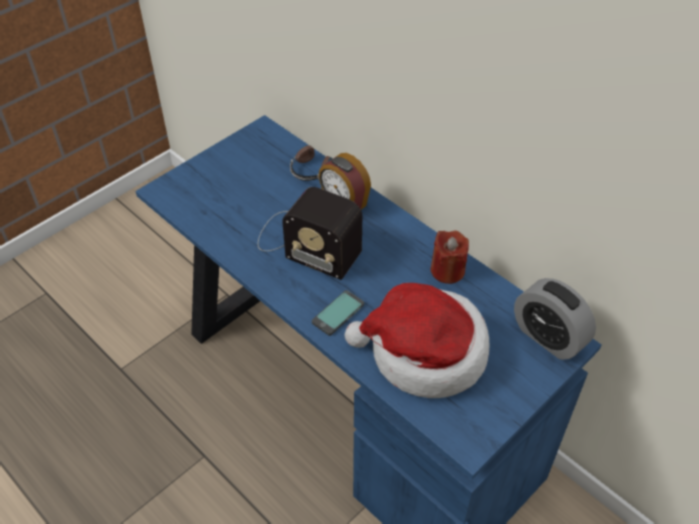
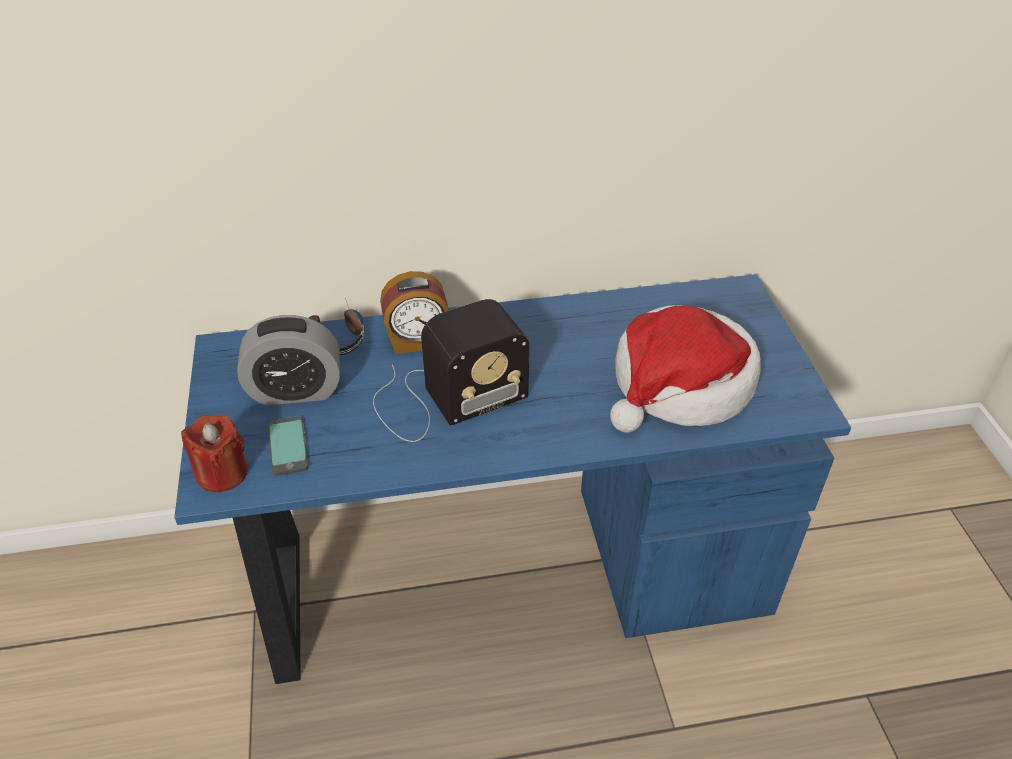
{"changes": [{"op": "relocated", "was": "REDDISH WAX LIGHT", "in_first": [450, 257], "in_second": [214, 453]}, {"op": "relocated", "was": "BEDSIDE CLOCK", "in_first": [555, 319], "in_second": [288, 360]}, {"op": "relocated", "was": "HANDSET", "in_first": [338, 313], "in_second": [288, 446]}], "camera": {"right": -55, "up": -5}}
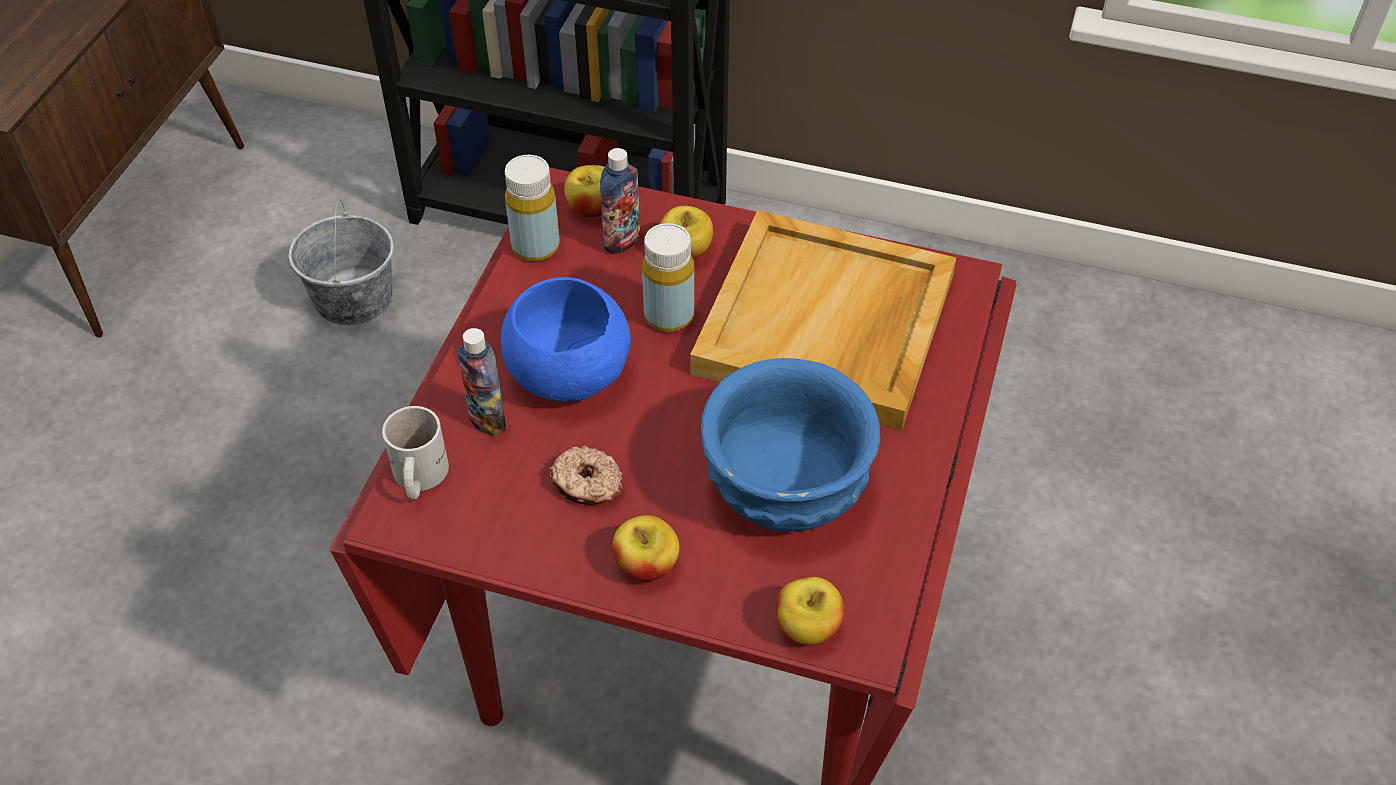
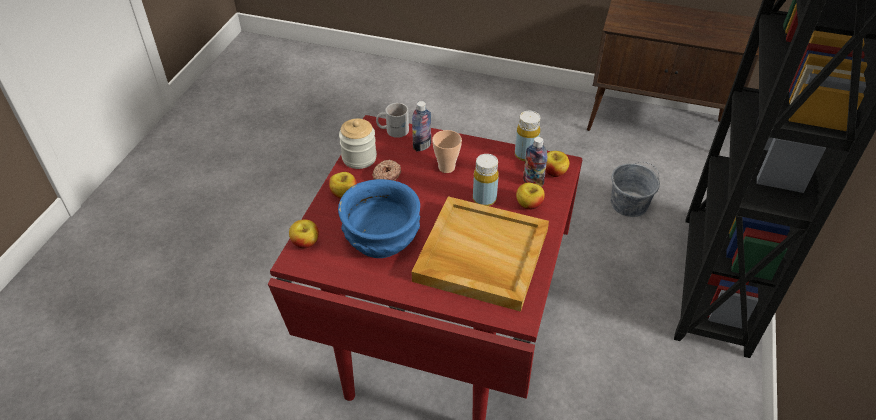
{"changes": [{"op": "exchanged", "was": "BLUE SERVING BOWL", "now": "SMALL CUP", "in_first": [566, 339], "in_second": [447, 151]}, {"op": "appeared", "now": "PRESERVE JAR", "in_second": [358, 144]}], "camera": {"right": 90, "up": -5}}
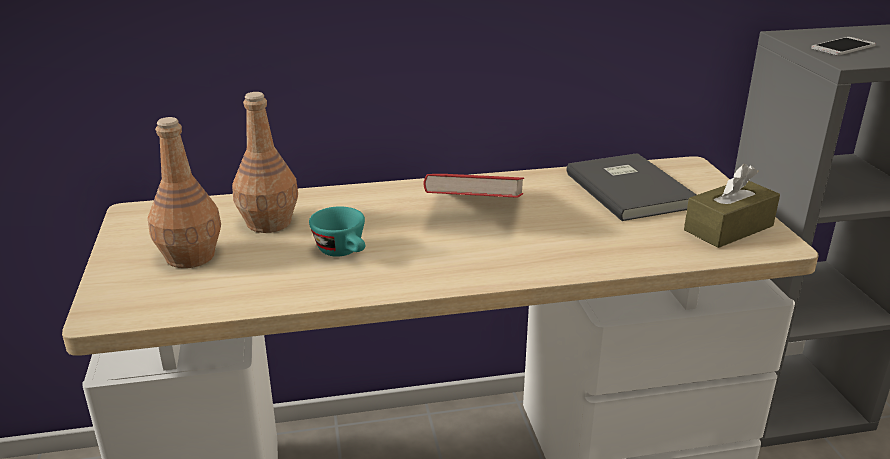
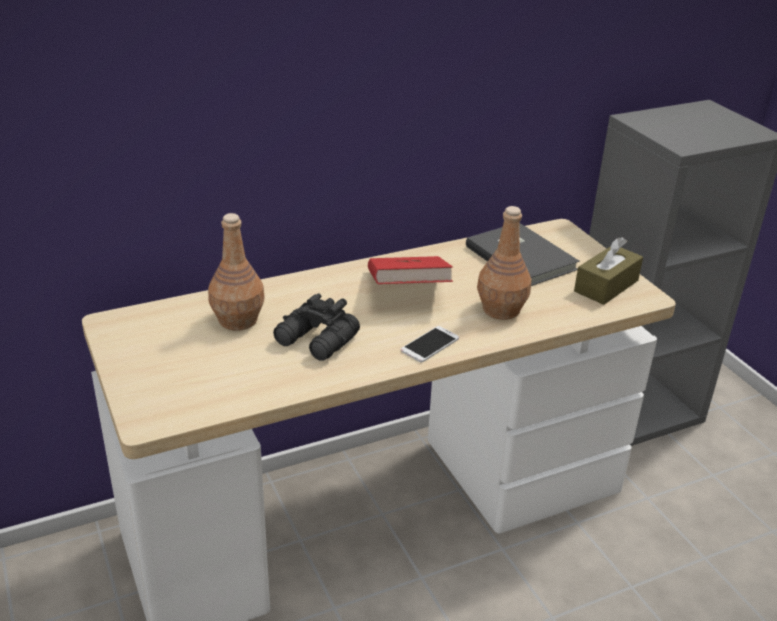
{"changes": [{"op": "relocated", "was": "HANDSET", "in_first": [843, 46], "in_second": [430, 344]}, {"op": "relocated", "was": "BROWN-COLOURED BEVERAGE BOTTLE", "in_first": [184, 192], "in_second": [504, 263]}, {"op": "exchanged", "was": "BLUE-GREEN SMALL CUP", "now": "BLACK-COLOURED BINOCULARS", "in_first": [337, 231], "in_second": [316, 327]}], "camera": {"right": -15, "up": 5}}
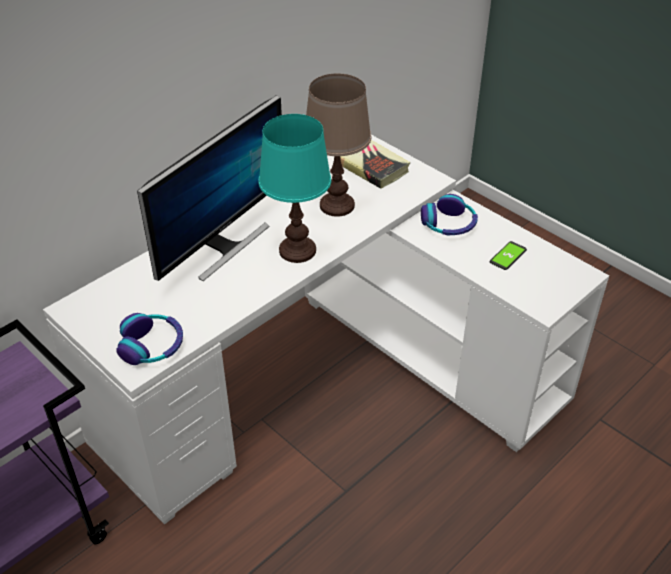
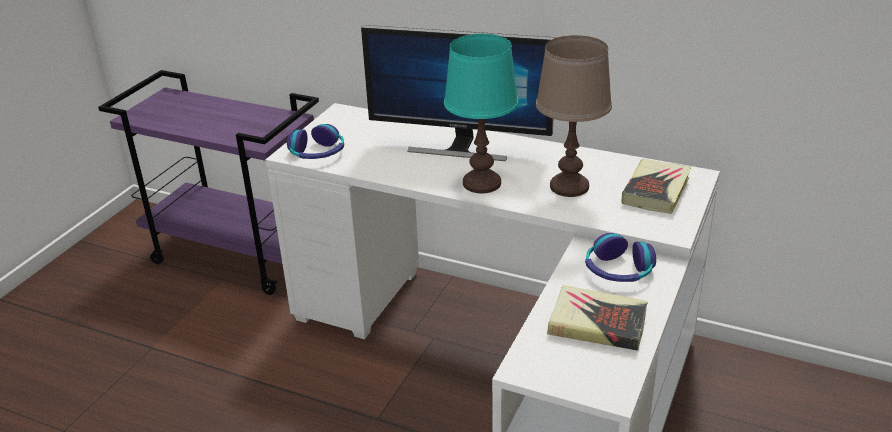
{"changes": [{"op": "exchanged", "was": "HANDSET", "now": "VOLUME", "in_first": [508, 255], "in_second": [597, 318]}], "camera": {"right": 70, "up": -10}}
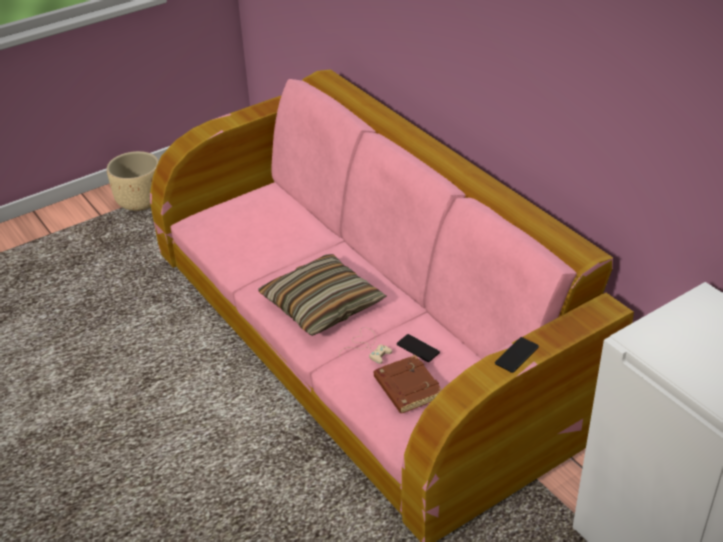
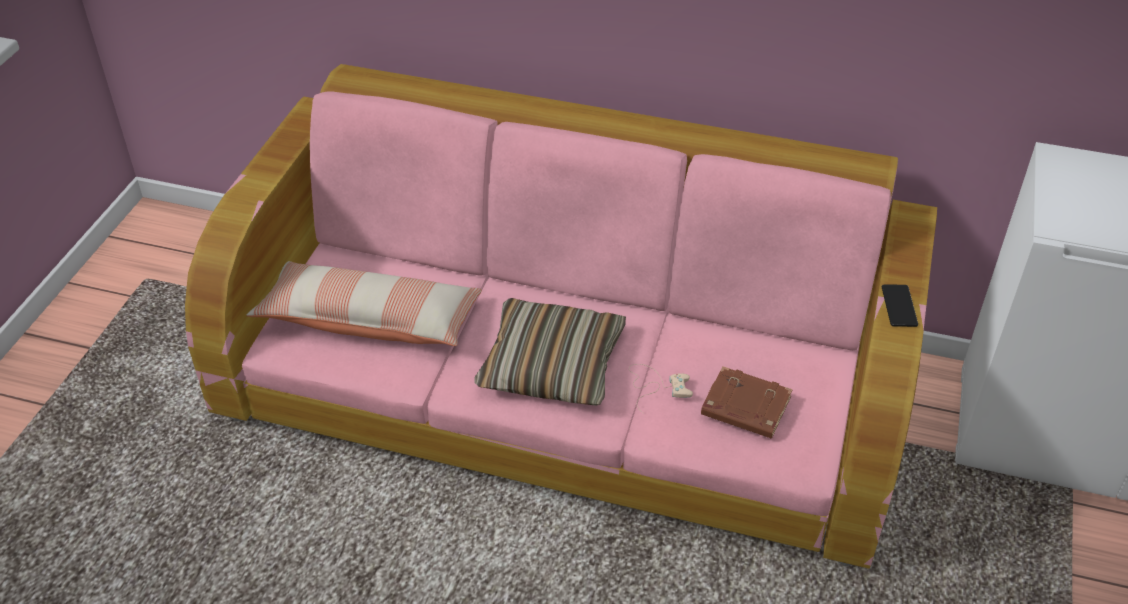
{"changes": [{"op": "missing", "was": "BEIGE FLOWER POT", "in_first": [133, 181]}, {"op": "missing", "was": "HANDSET", "in_first": [418, 348]}, {"op": "appeared", "now": "CUSHION", "in_second": [364, 303]}], "camera": {"right": -40, "up": 5}}
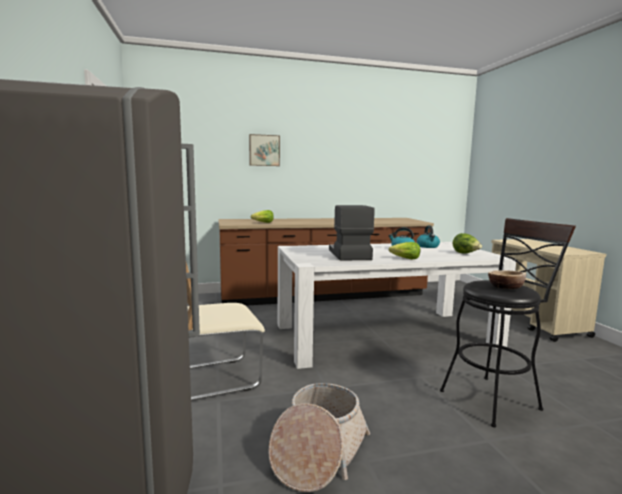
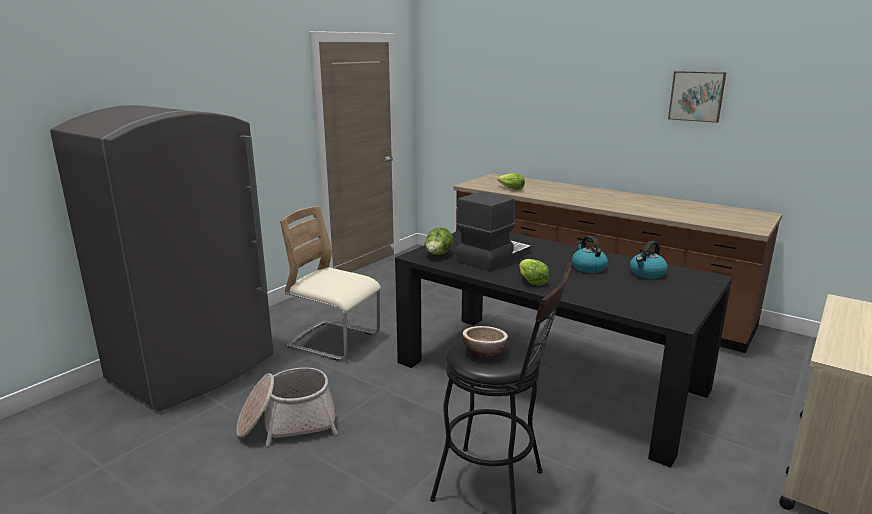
{"changes": [{"op": "relocated", "was": "PICTURE", "in_first": [264, 150], "in_second": [697, 97]}, {"op": "relocated", "was": "HEAD OF LETTUCE", "in_first": [467, 243], "in_second": [438, 241]}, {"op": "colour", "was": "WHITE-COLOURED KITCHEN TABLE", "now": "BLACK-COLOURED KITCHEN TABLE", "in_first": [397, 305], "in_second": [563, 349]}], "camera": {"right": 50, "up": 10}}
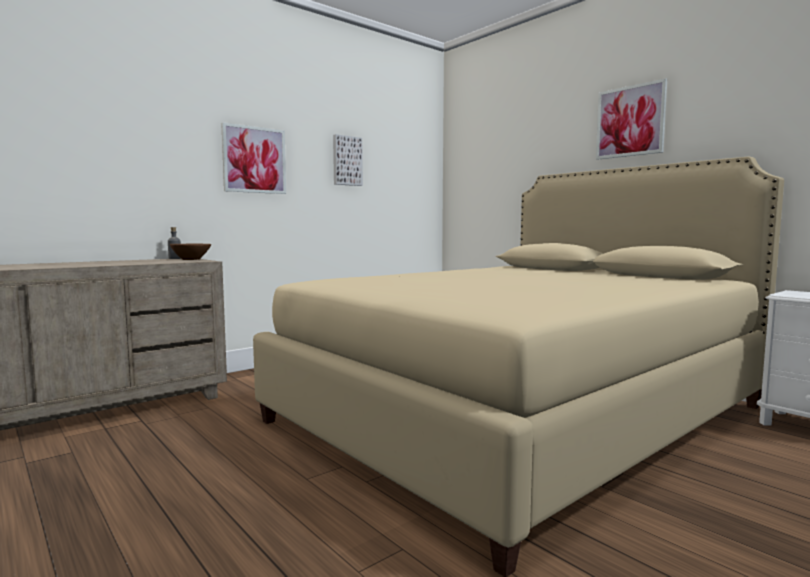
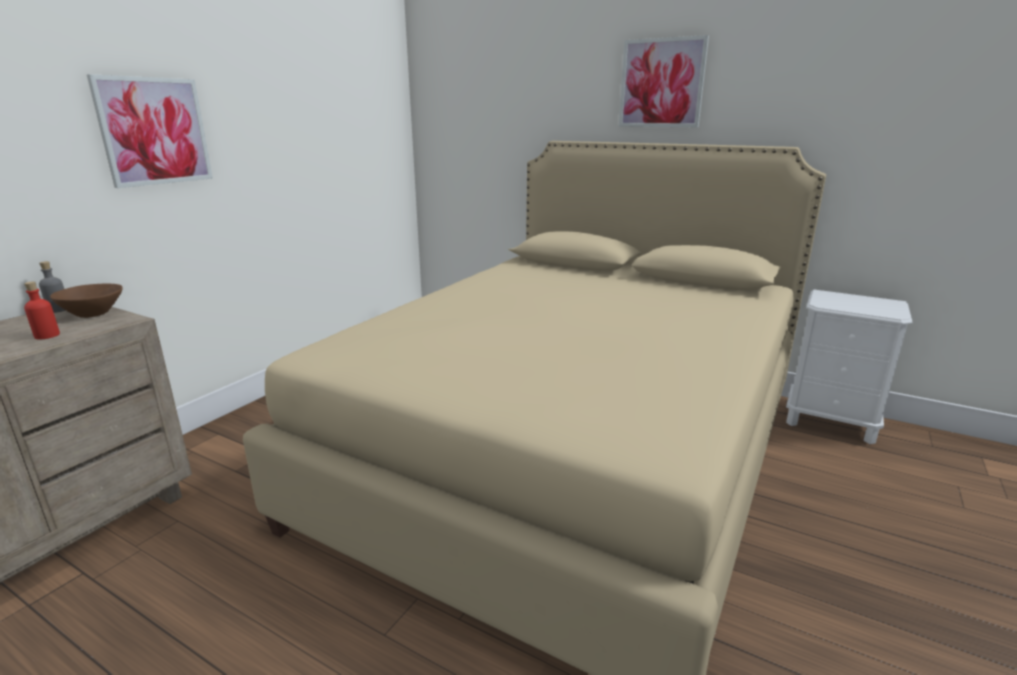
{"changes": [{"op": "missing", "was": "PICTURE", "in_first": [348, 160]}, {"op": "appeared", "now": "REDDISH BEVERAGE BOTTLE", "in_second": [42, 310]}], "camera": {"right": -20, "up": 15}}
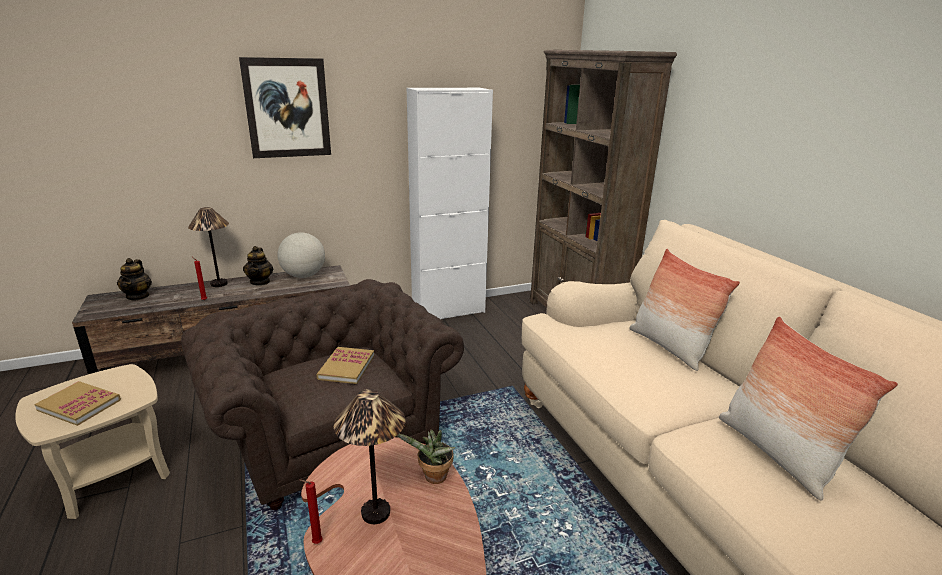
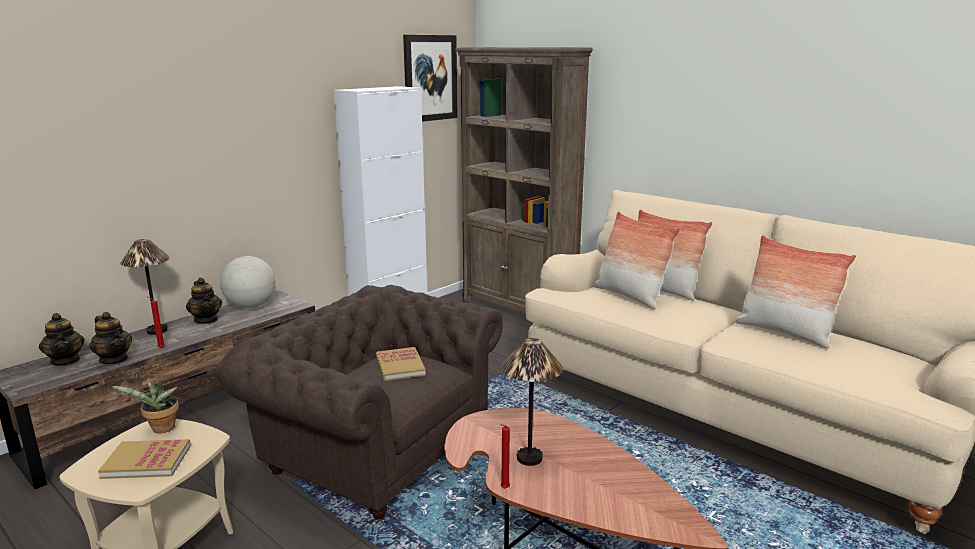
{"changes": [{"op": "relocated", "was": "PICTURE", "in_first": [285, 107], "in_second": [430, 78]}, {"op": "relocated", "was": "PLANT IN A POT", "in_first": [426, 457], "in_second": [145, 405]}, {"op": "appeared", "now": "CUSHION", "in_second": [637, 260]}, {"op": "appeared", "now": "TEA POT", "in_second": [110, 338]}], "camera": {"right": -25, "up": -5}}
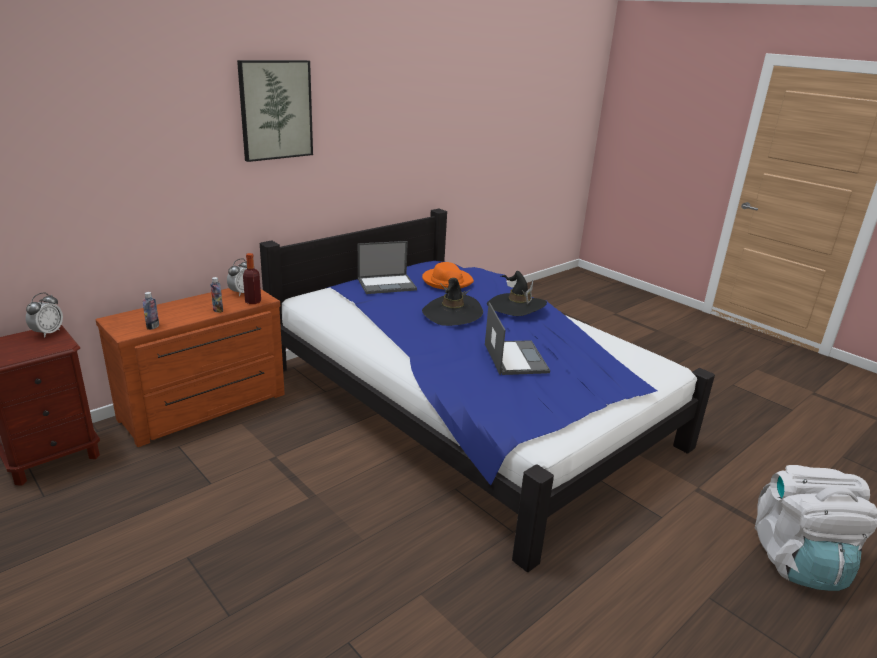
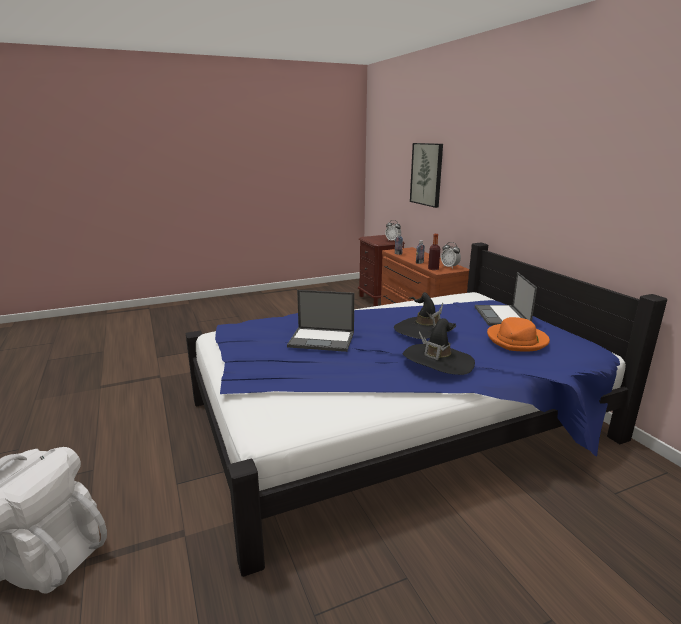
{"changes": [{"op": "relocated", "was": "PICTURE", "in_first": [275, 111], "in_second": [426, 175]}], "camera": {"right": 110, "up": -5}}
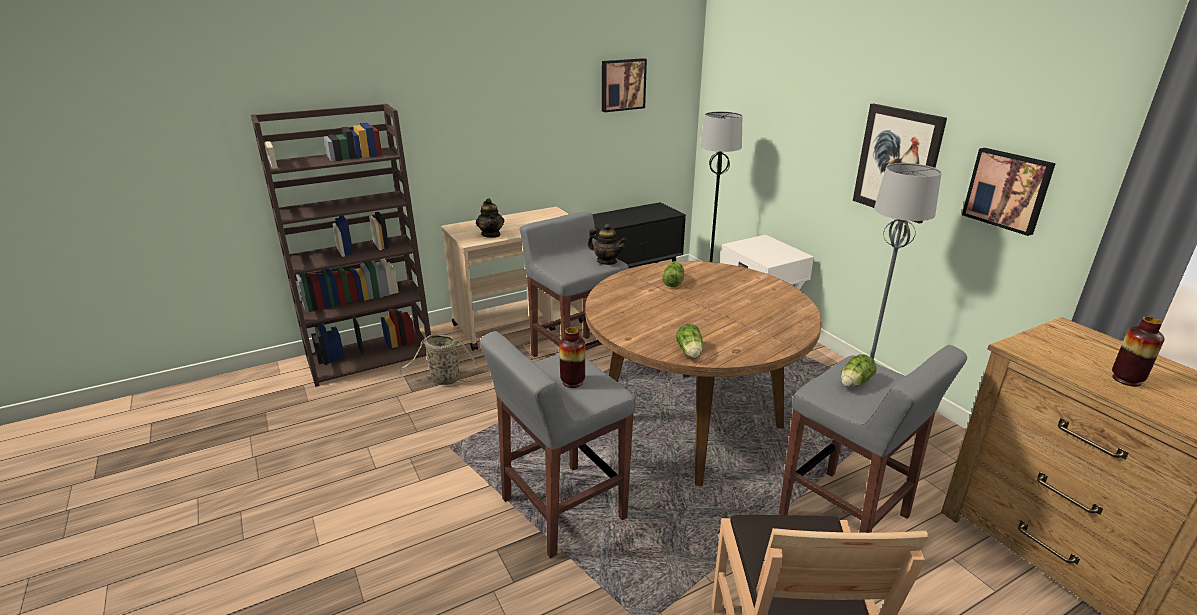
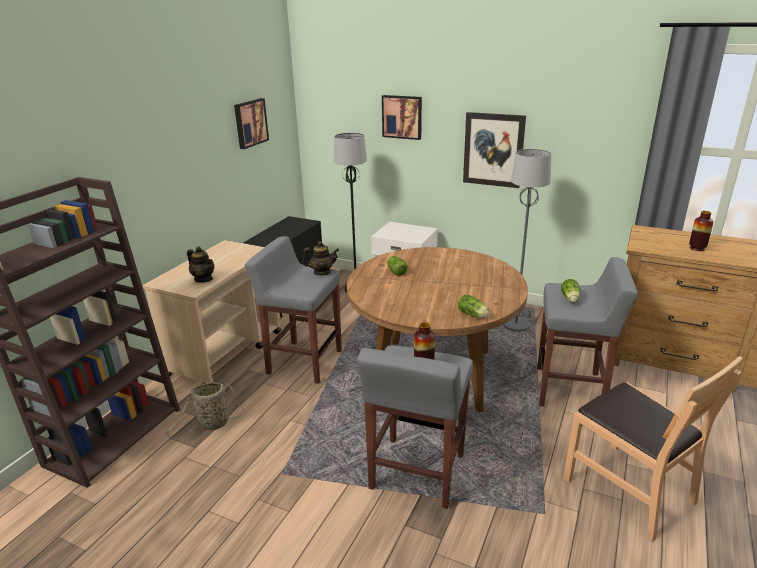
{"changes": [{"op": "relocated", "was": "PICTURE", "in_first": [1009, 192], "in_second": [402, 117]}], "camera": {"right": -35, "up": 0}}
